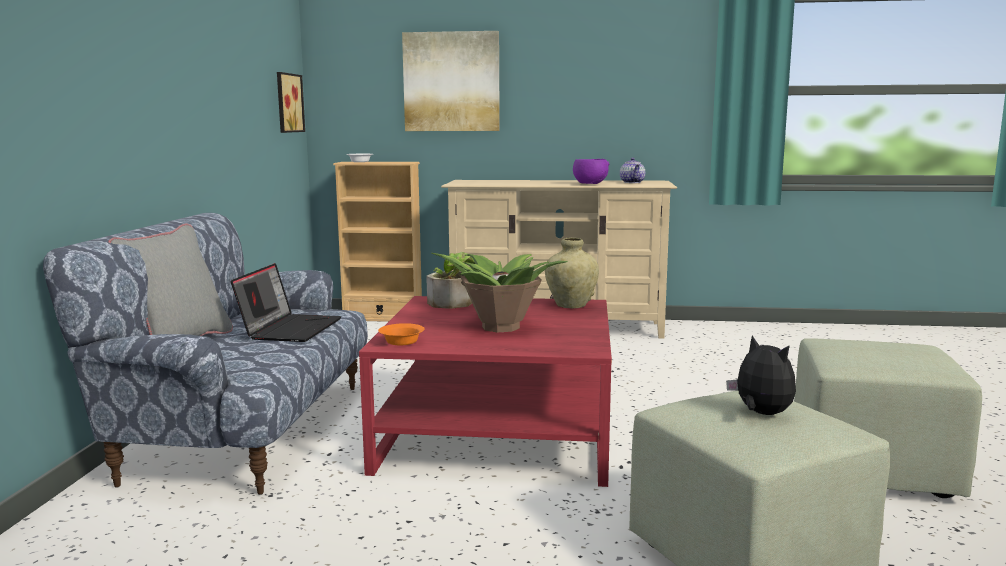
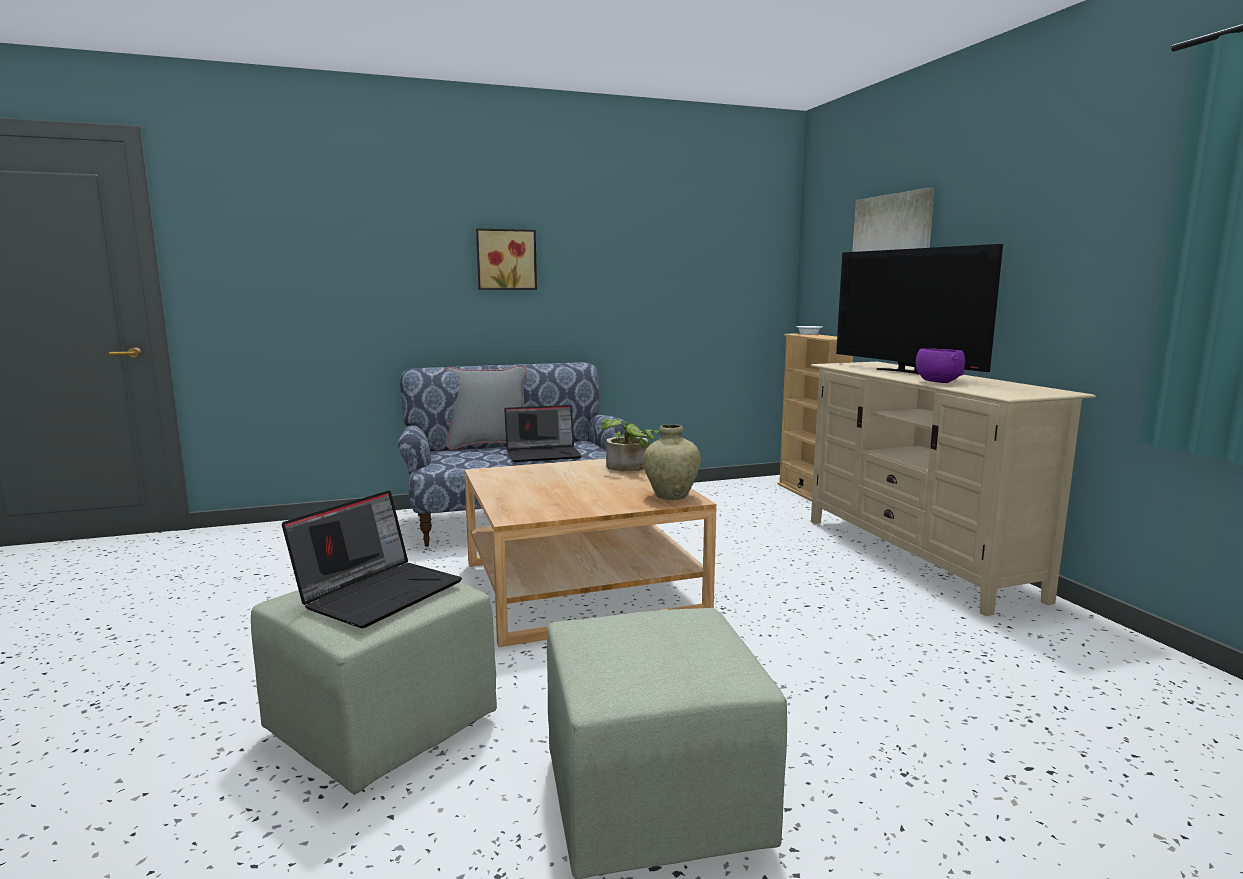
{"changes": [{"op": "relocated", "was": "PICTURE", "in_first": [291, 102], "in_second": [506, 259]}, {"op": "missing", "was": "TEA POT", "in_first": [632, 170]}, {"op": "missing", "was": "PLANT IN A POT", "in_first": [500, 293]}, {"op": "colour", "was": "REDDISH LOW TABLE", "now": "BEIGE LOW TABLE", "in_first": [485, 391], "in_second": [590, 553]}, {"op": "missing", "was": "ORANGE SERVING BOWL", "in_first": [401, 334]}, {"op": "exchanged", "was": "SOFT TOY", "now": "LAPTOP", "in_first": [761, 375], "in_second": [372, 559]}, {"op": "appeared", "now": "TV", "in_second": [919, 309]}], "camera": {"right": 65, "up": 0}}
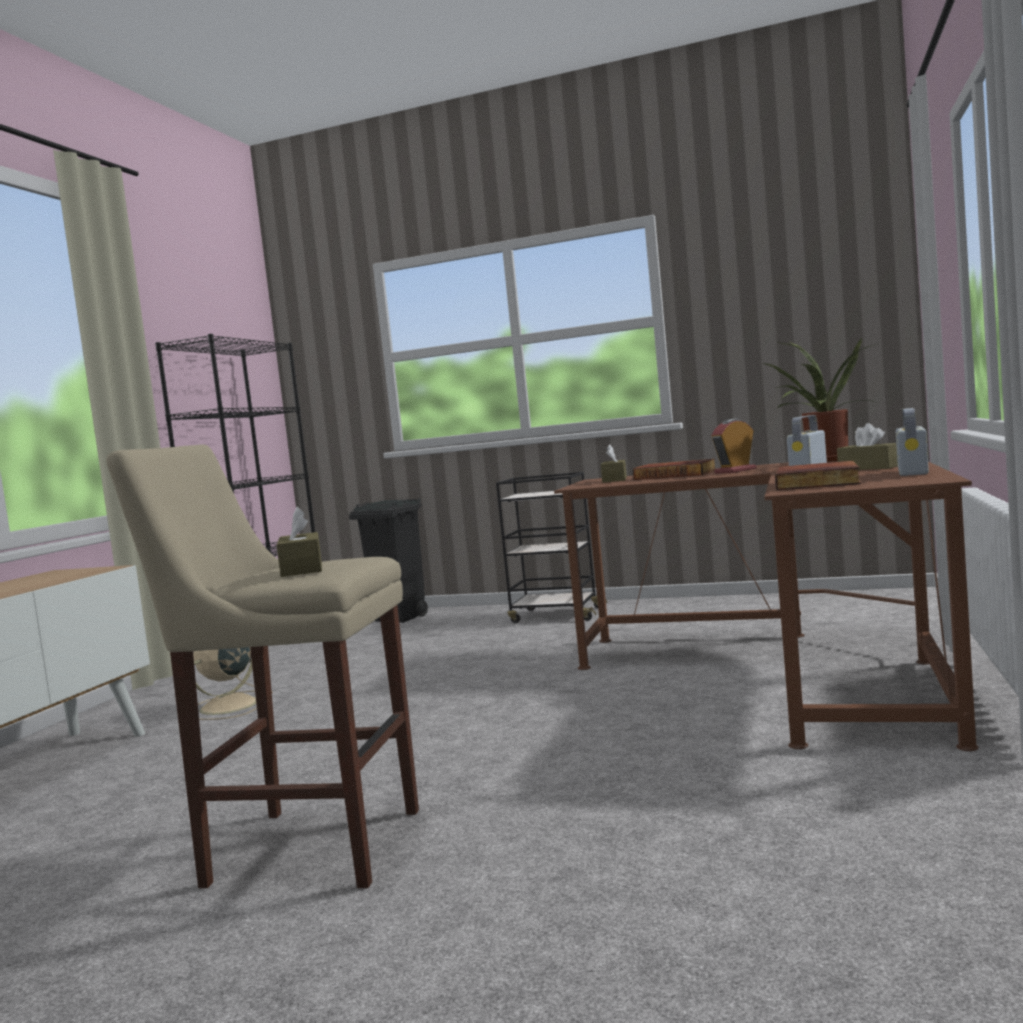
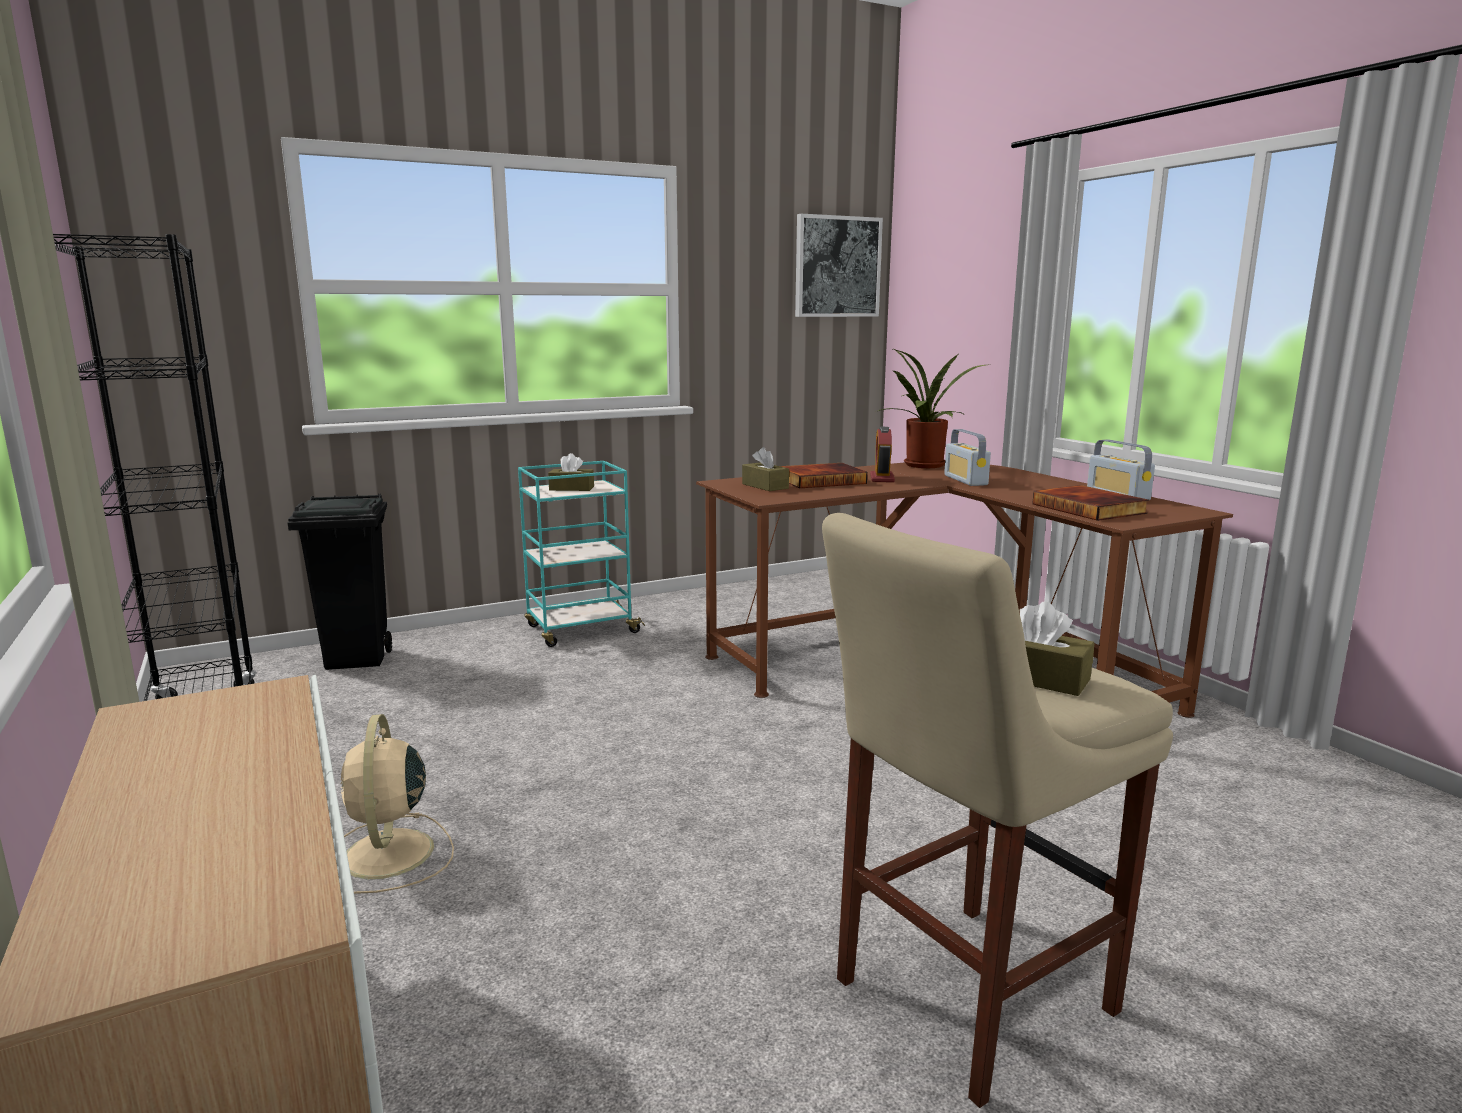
{"changes": [{"op": "relocated", "was": "BROWN-COLOURED BOX OF TISSUES", "in_first": [867, 446], "in_second": [571, 472]}, {"op": "colour", "was": "BLACK-COLOURED CART", "now": "BLUE-GREEN CART", "in_first": [551, 547], "in_second": [581, 554]}, {"op": "appeared", "now": "PICTURE", "in_second": [839, 265]}], "camera": {"right": -45, "up": 10}}
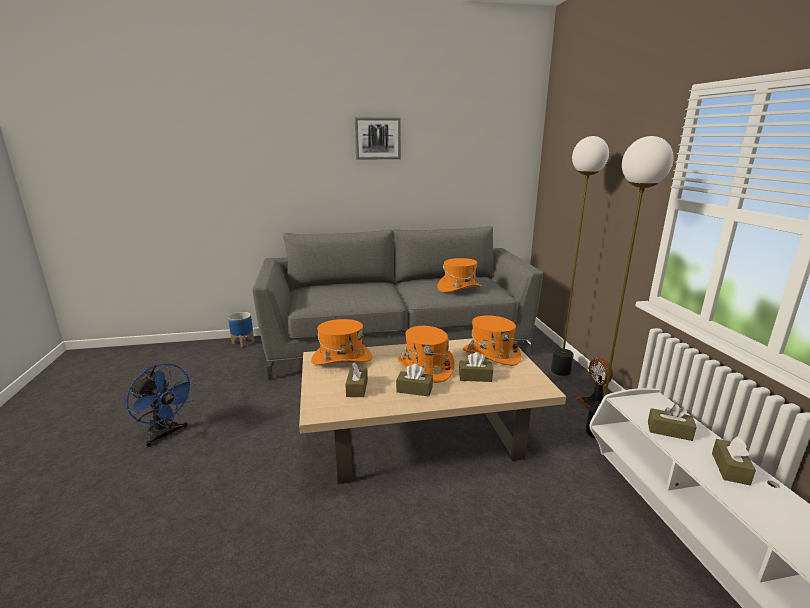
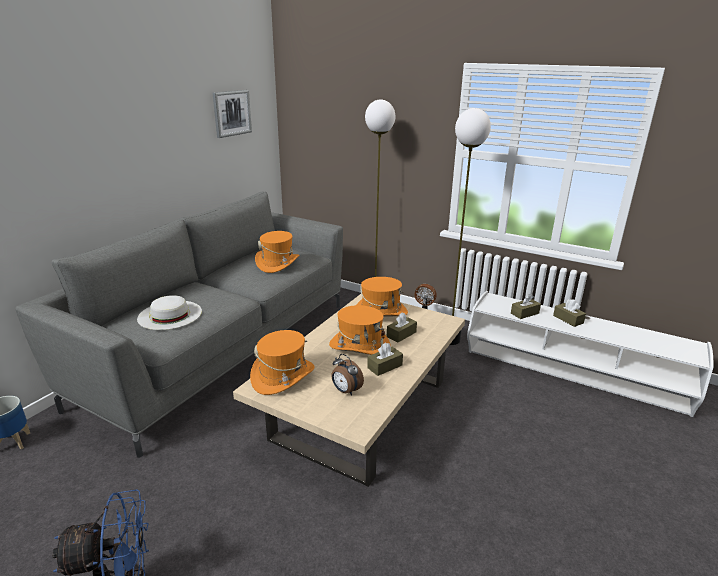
{"changes": [{"op": "relocated", "was": "PICTURE", "in_first": [378, 138], "in_second": [232, 114]}, {"op": "exchanged", "was": "BROWN-COLOURED BOX OF TISSUES", "now": "BEDSIDE CLOCK", "in_first": [356, 380], "in_second": [347, 375]}, {"op": "appeared", "now": "WHITE-COLOURED HAT", "in_second": [169, 312]}], "camera": {"right": -50, "up": 5}}
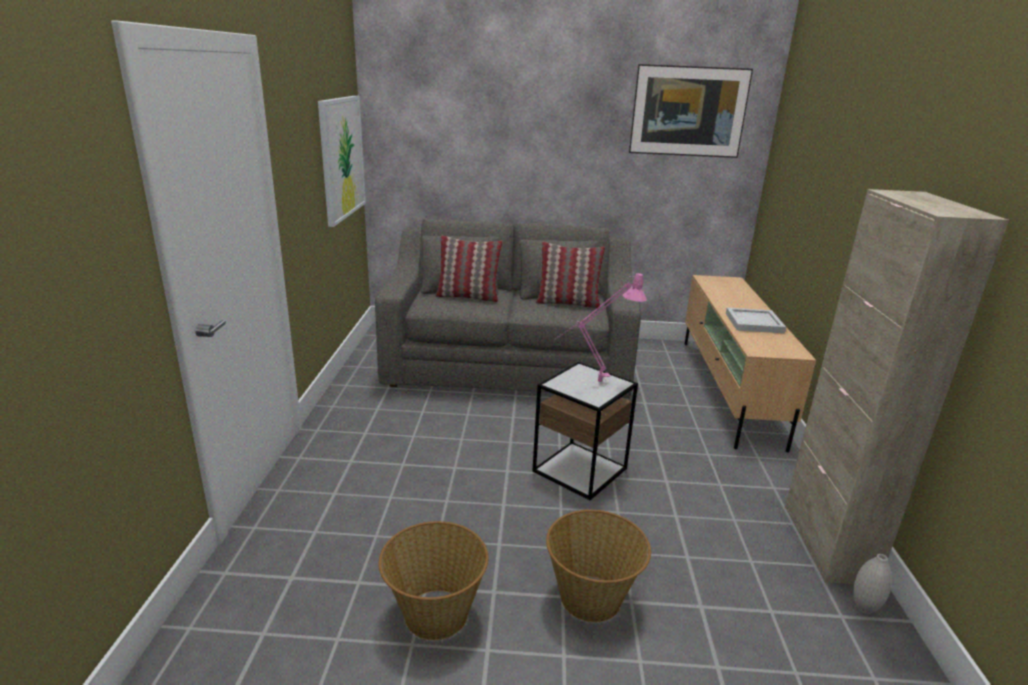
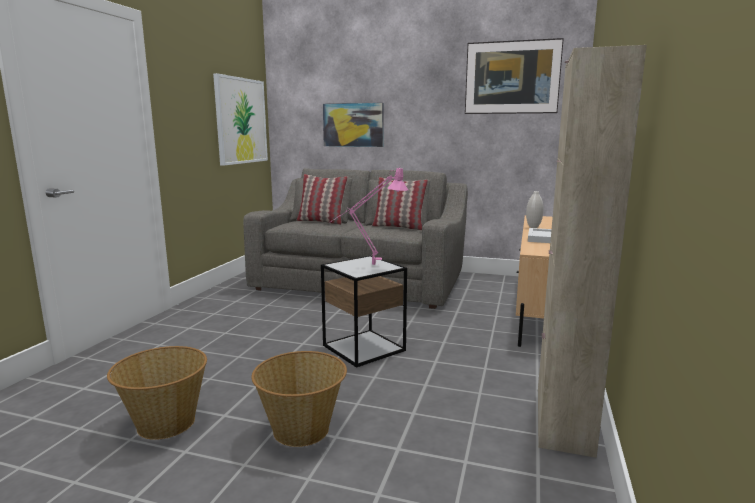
{"changes": [{"op": "relocated", "was": "WHITE-COLOURED FLOWER VASE", "in_first": [872, 584], "in_second": [535, 209]}, {"op": "appeared", "now": "PICTURE", "in_second": [353, 125]}], "camera": {"right": 15, "up": -10}}
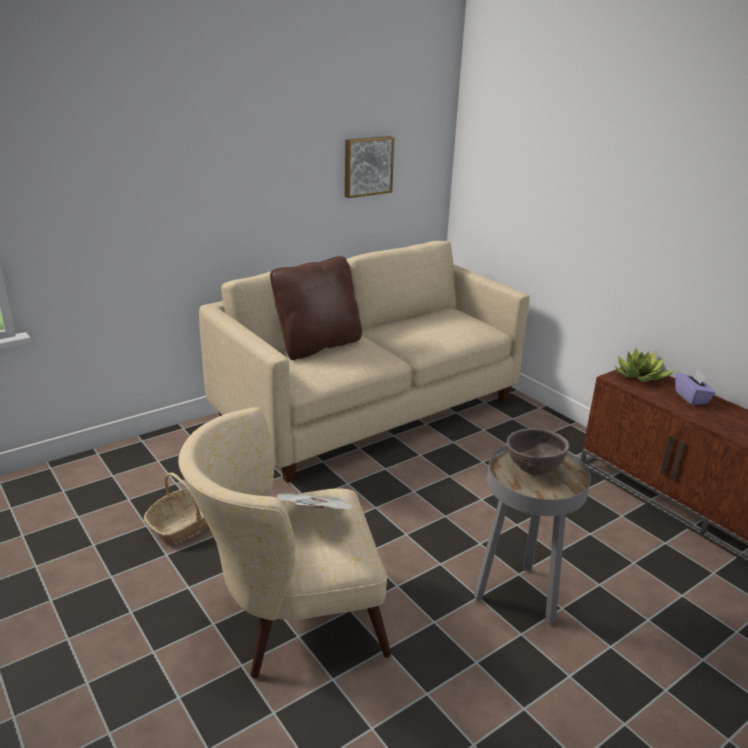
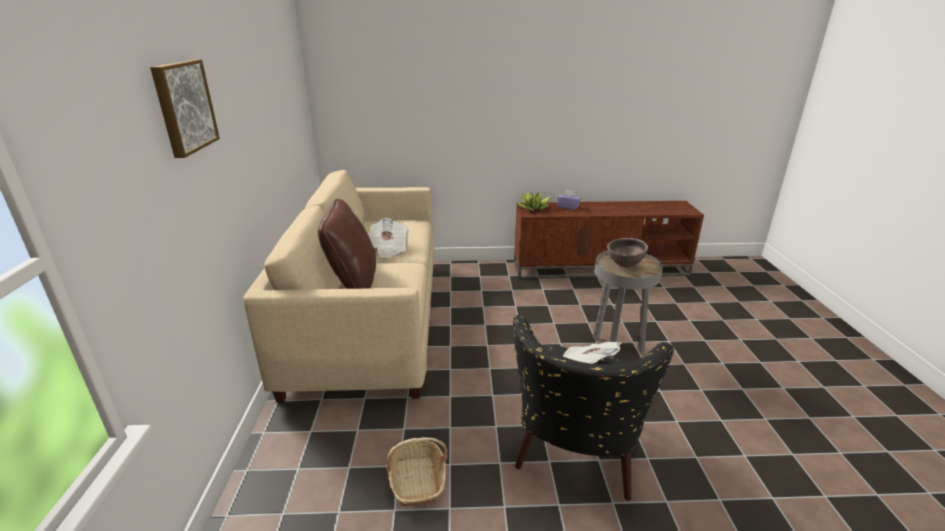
{"changes": [{"op": "relocated", "was": "PICTURE", "in_first": [370, 167], "in_second": [185, 109]}, {"op": "colour", "was": "BEIGE LOUNGE CHAIR", "now": "BLACK-COLOURED LOUNGE CHAIR", "in_first": [284, 542], "in_second": [593, 408]}, {"op": "appeared", "now": "NEWSPAPER", "in_second": [389, 238]}], "camera": {"right": -55, "up": 0}}
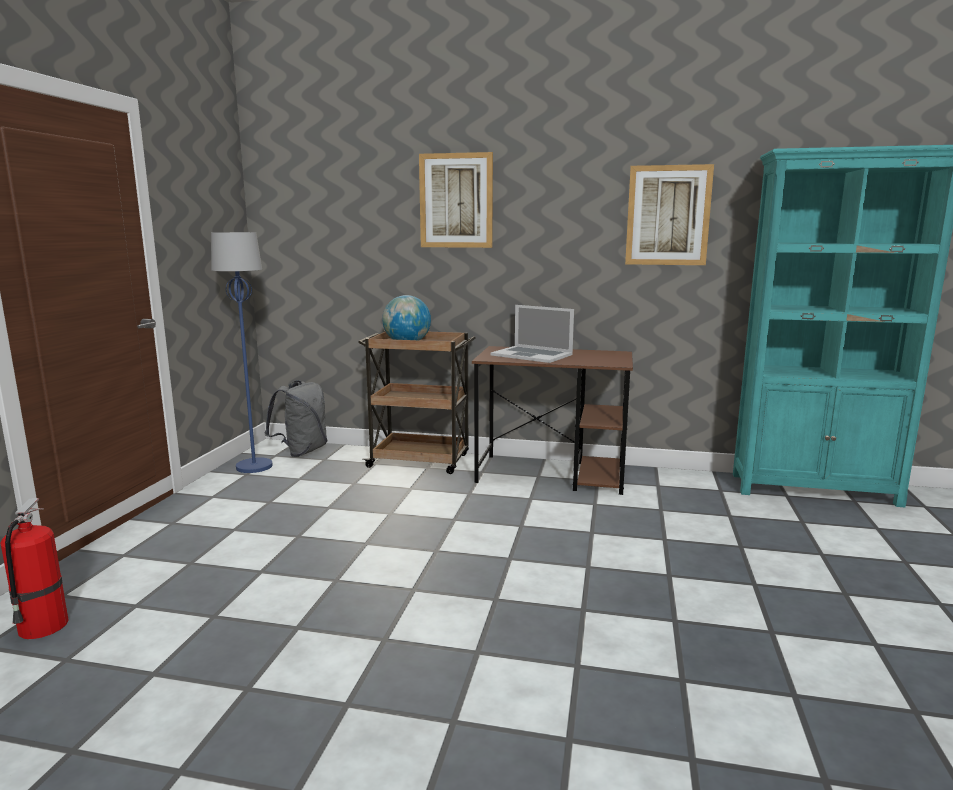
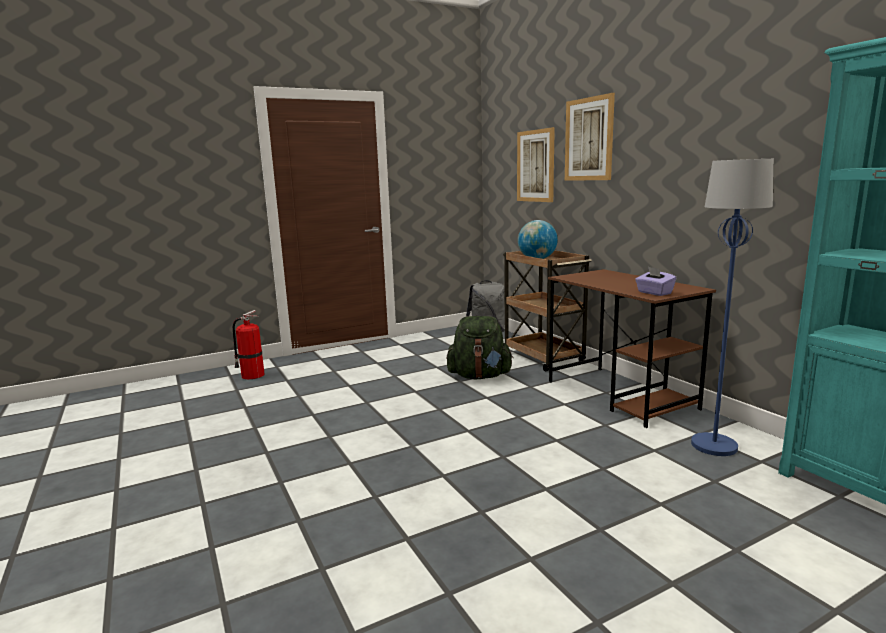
{"changes": [{"op": "relocated", "was": "PICTURE", "in_first": [669, 214], "in_second": [536, 164]}, {"op": "relocated", "was": "BLUE FLOOR LAMP", "in_first": [242, 352], "in_second": [732, 307]}, {"op": "missing", "was": "LAPTOP", "in_first": [532, 334]}, {"op": "appeared", "now": "PURPLE-COLOURED BOX OF TISSUES", "in_second": [655, 281]}, {"op": "appeared", "now": "GREENISH KNAPSACK", "in_second": [480, 347]}], "camera": {"right": 50, "up": 0}}
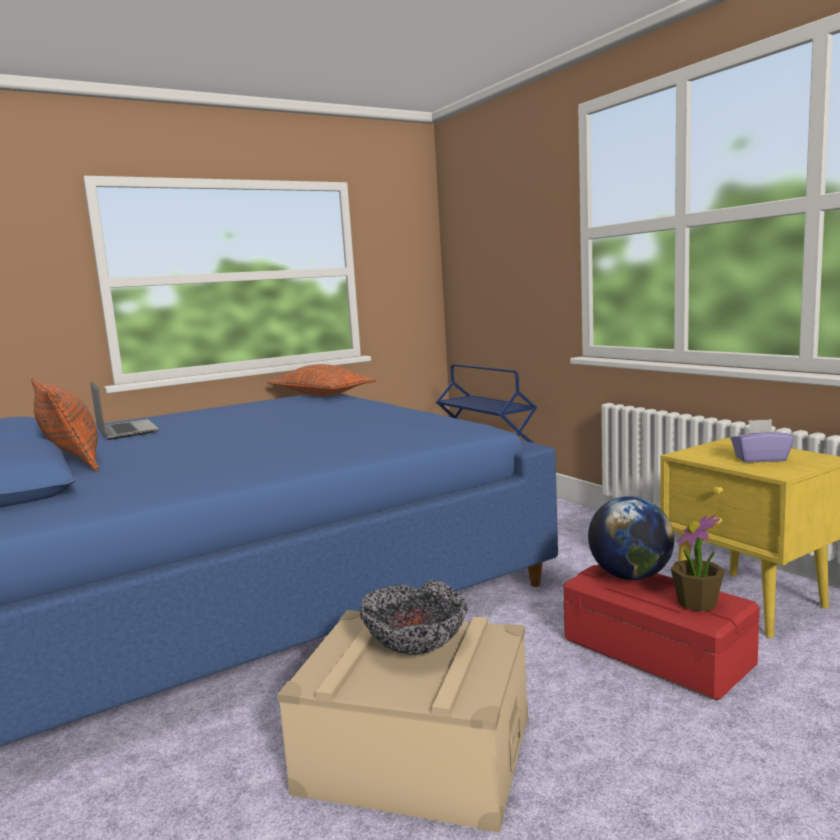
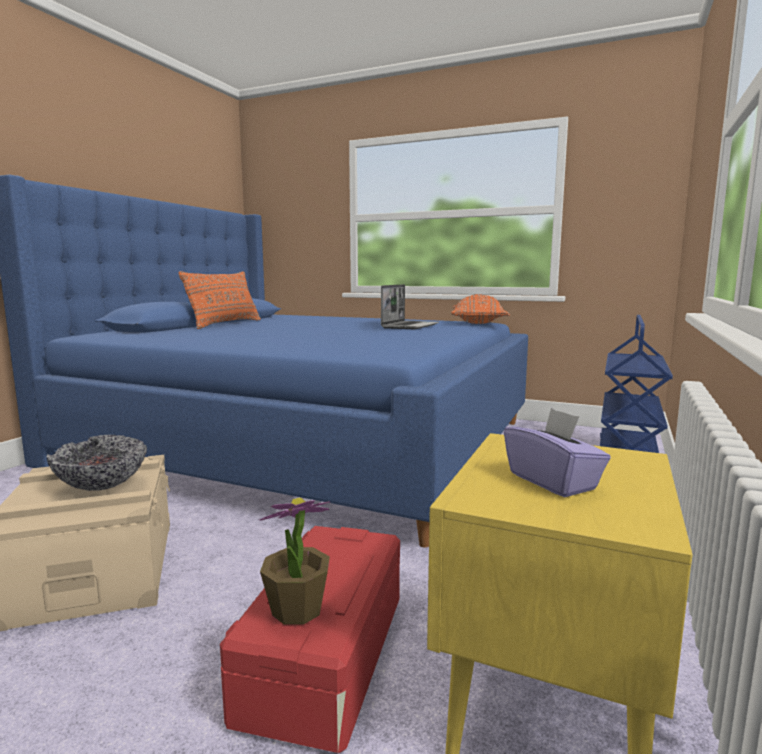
{"changes": [{"op": "relocated", "was": "LAPTOP", "in_first": [125, 410], "in_second": [410, 306]}, {"op": "missing", "was": "DESK GLOBE", "in_first": [631, 538]}], "camera": {"right": 55, "up": 0}}
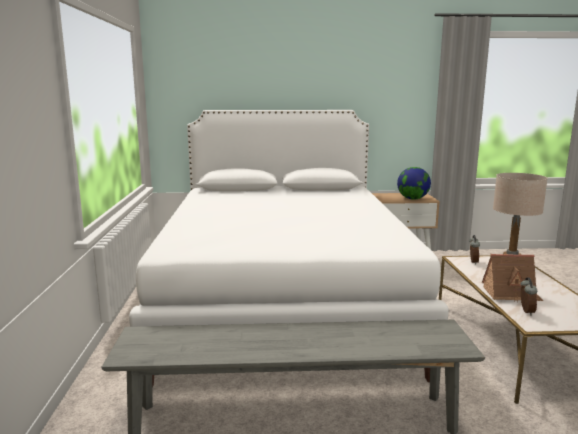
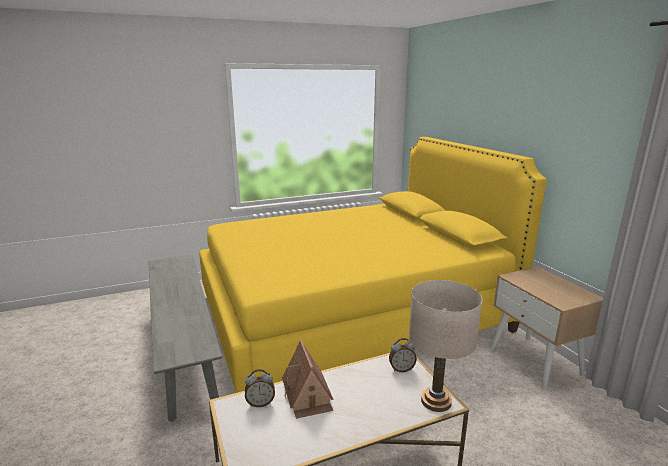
{"changes": [{"op": "colour", "was": "WHITE-COLOURED BEDROOM BED", "now": "YELLOWISH BEDROOM BED", "in_first": [289, 249], "in_second": [373, 265]}, {"op": "missing", "was": "DESK GLOBE", "in_first": [414, 183]}], "camera": {"right": 70, "up": 5}}
